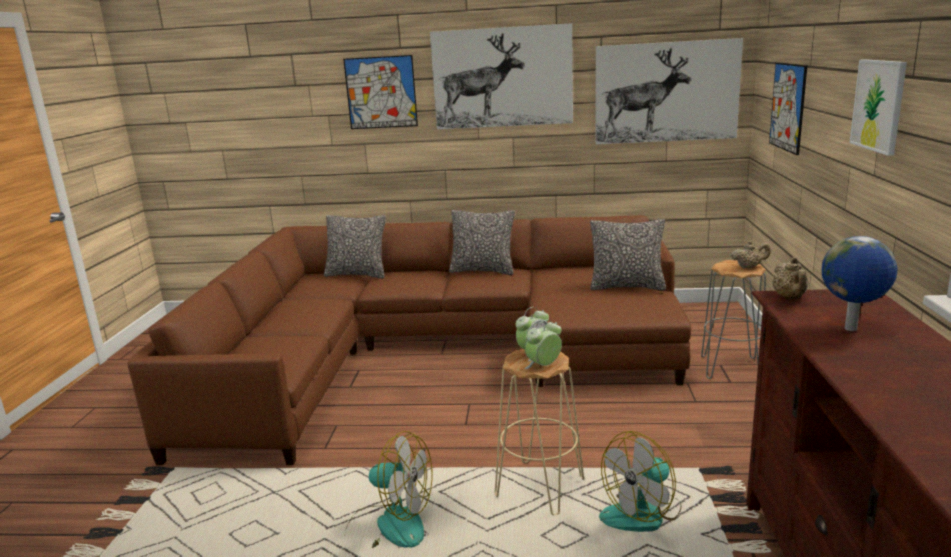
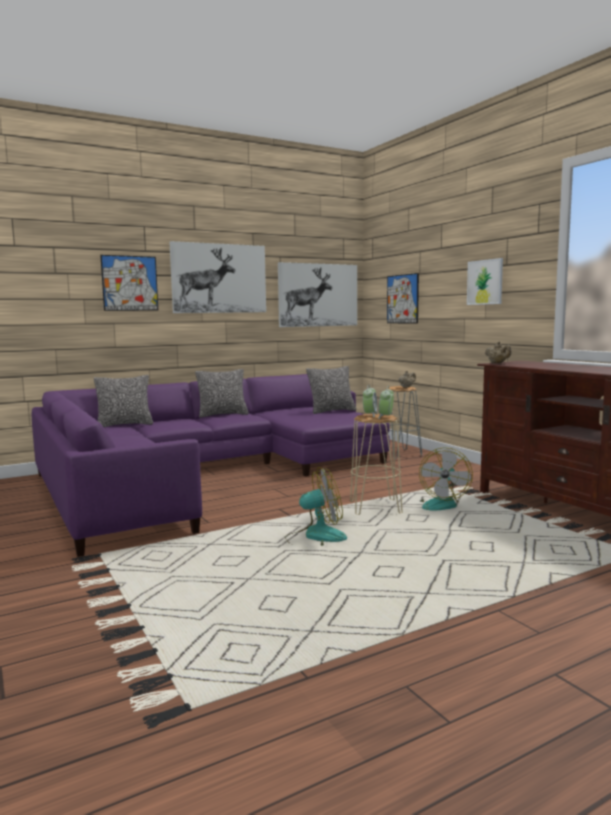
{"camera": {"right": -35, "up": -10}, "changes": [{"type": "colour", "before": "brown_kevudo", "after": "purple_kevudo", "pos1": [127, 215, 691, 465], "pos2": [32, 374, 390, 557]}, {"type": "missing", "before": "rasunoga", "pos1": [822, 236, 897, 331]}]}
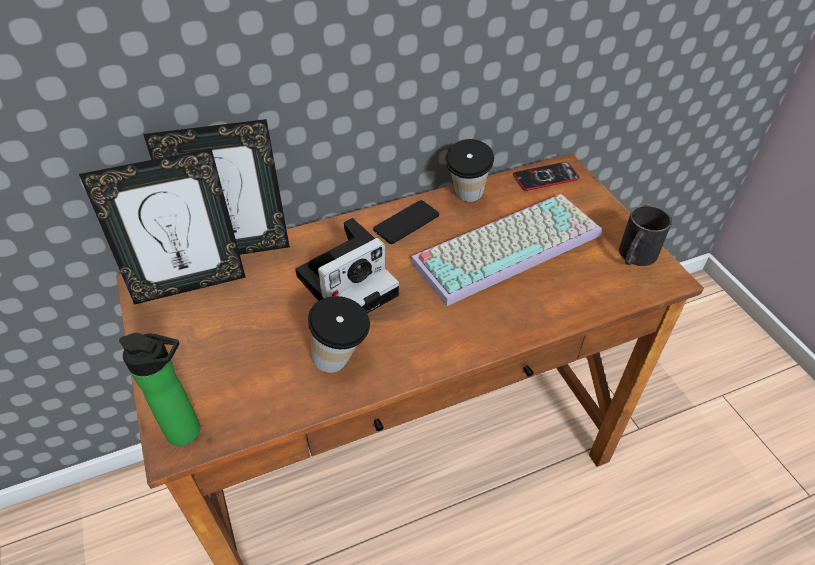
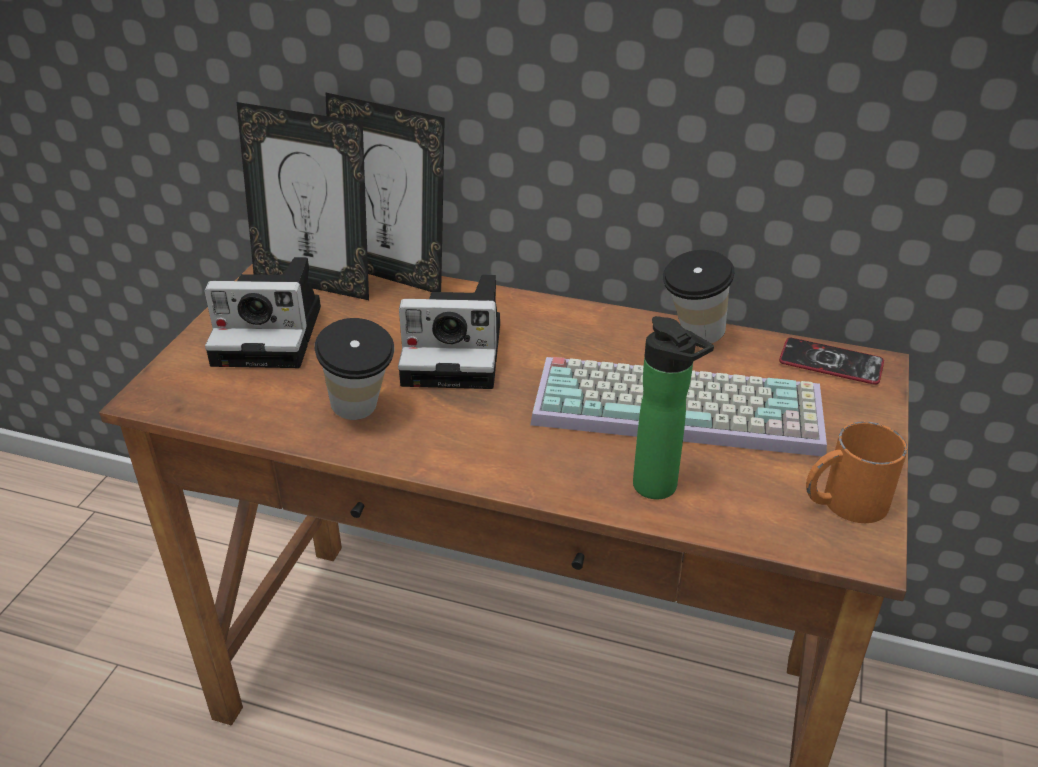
{"camera": {"right": 40, "up": -10}, "changes": [{"type": "missing", "before": "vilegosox", "pos1": [373, 200, 439, 244]}, {"type": "colour", "before": "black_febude", "after": "orange_febude", "pos1": [619, 205, 672, 266], "pos2": [806, 421, 907, 523]}, {"type": "relocated", "before": "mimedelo", "pos1": [119, 333, 200, 446], "pos2": [633, 316, 714, 499]}, {"type": "appeared", "after": "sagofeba", "pos2": [204, 257, 321, 368]}]}
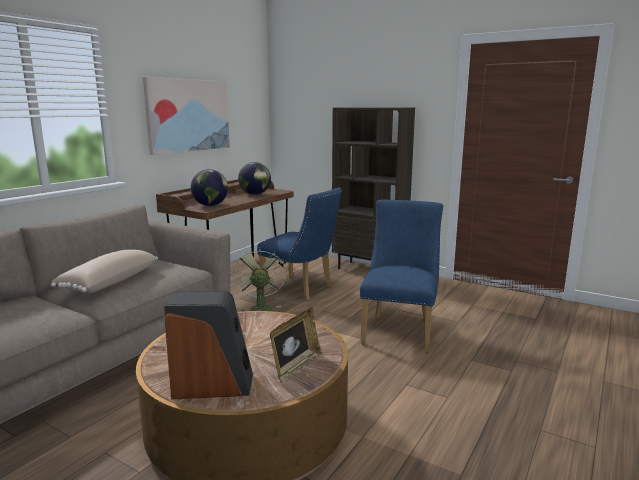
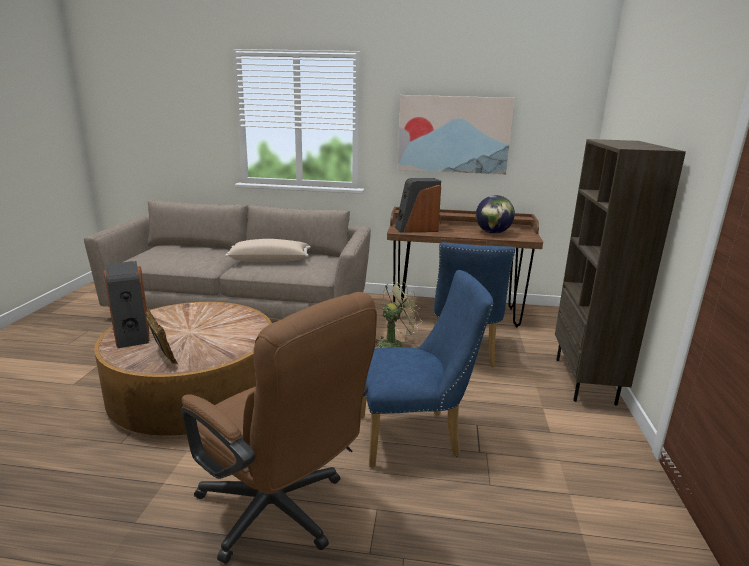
{"camera": {"right": 65, "up": 5}, "changes": [{"type": "exchanged", "before": "rasunoga", "after": "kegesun", "pos1": [191, 169, 228, 206], "pos2": [395, 178, 441, 233]}, {"type": "spun", "before": "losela", "pos1": [270, 307, 322, 383], "pos2": [146, 309, 178, 364], "turn": -135}, {"type": "appeared", "after": "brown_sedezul", "pos2": [181, 292, 377, 564]}]}
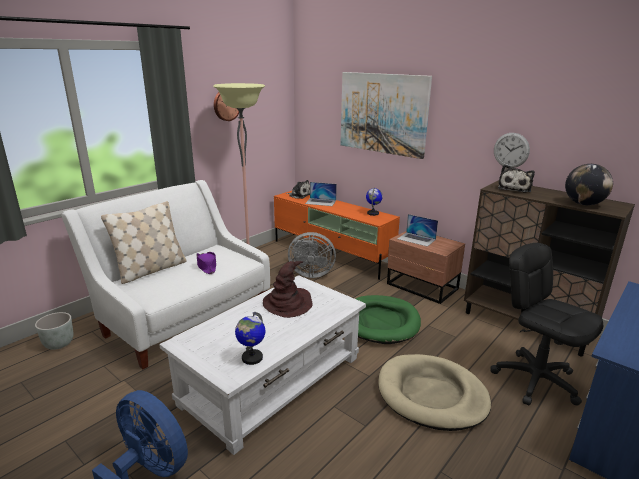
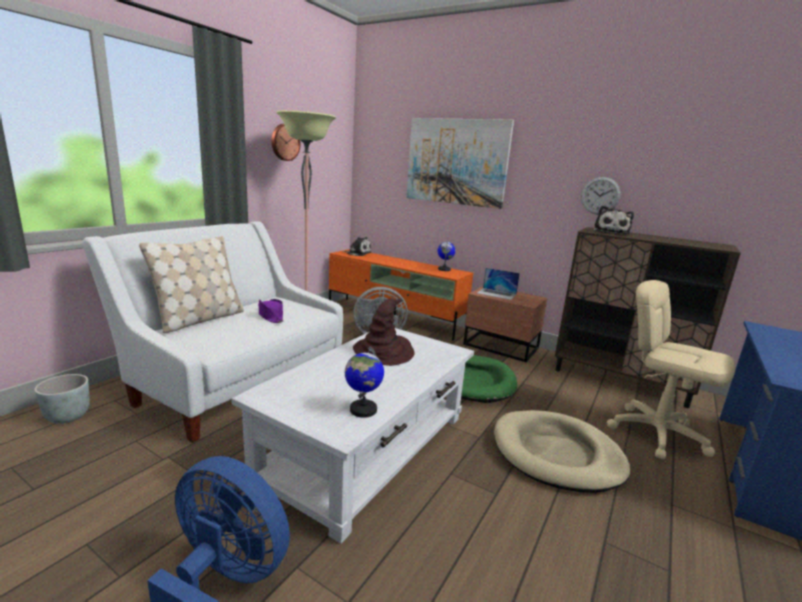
{"camera": {"right": -10, "up": -5}, "changes": [{"type": "missing", "before": "rasunoga", "pos1": [565, 164, 613, 205]}, {"type": "missing", "before": "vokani", "pos1": [305, 182, 337, 206]}, {"type": "colour", "before": "black_sedezul", "after": "beige_sedezul", "pos1": [490, 243, 603, 405], "pos2": [607, 280, 735, 460]}]}
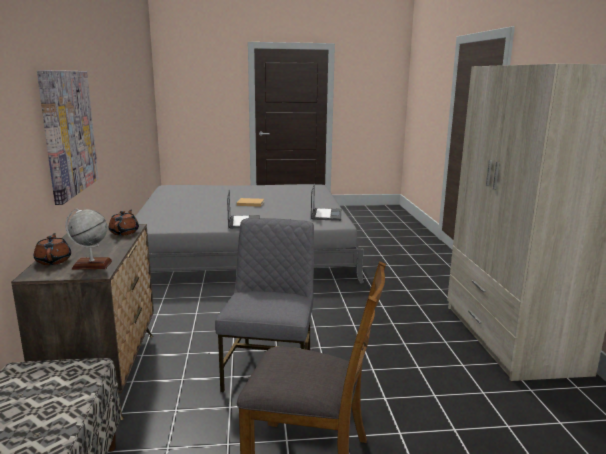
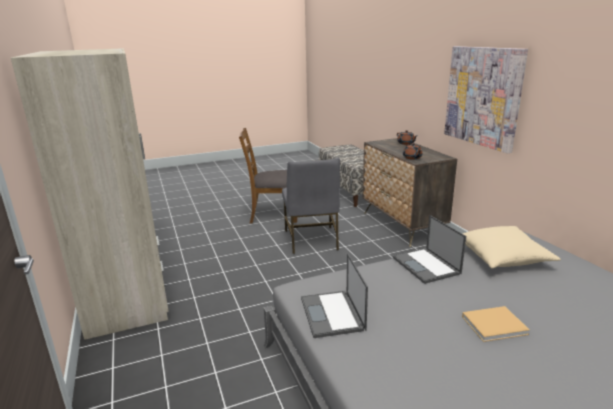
{"camera": {"right": 165, "up": 5}, "changes": [{"type": "missing", "before": "rasunoga", "pos1": [65, 208, 112, 269]}, {"type": "appeared", "after": "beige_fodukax", "pos2": [462, 226, 561, 268]}]}
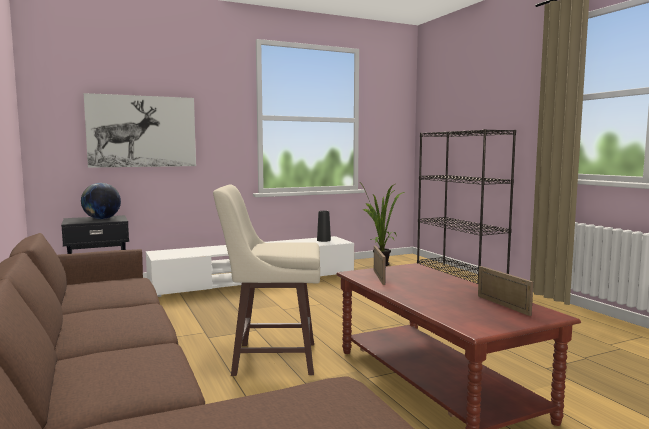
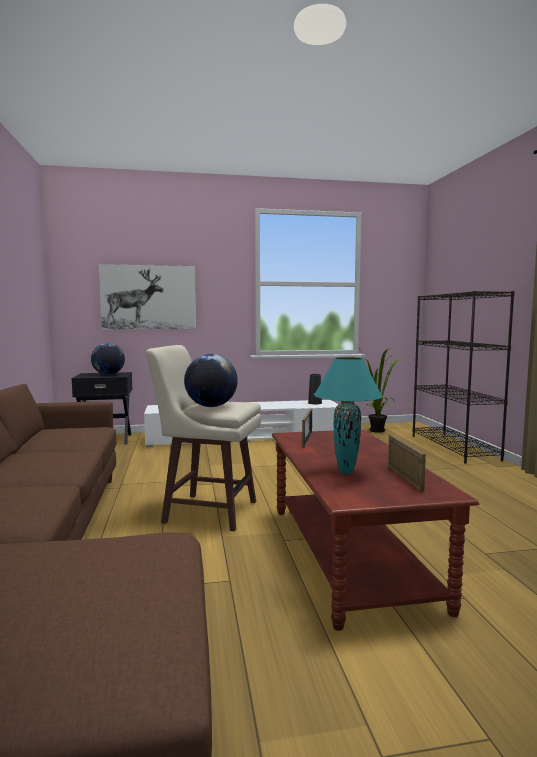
{"camera": {"right": 15, "up": 0}, "changes": [{"type": "appeared", "after": "rasunoga", "pos2": [184, 354, 238, 407]}, {"type": "appeared", "after": "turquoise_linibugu", "pos2": [314, 357, 382, 474]}]}
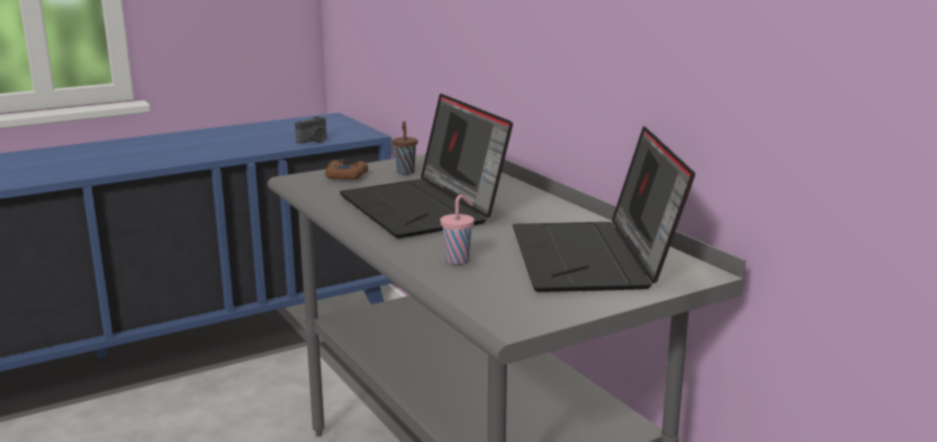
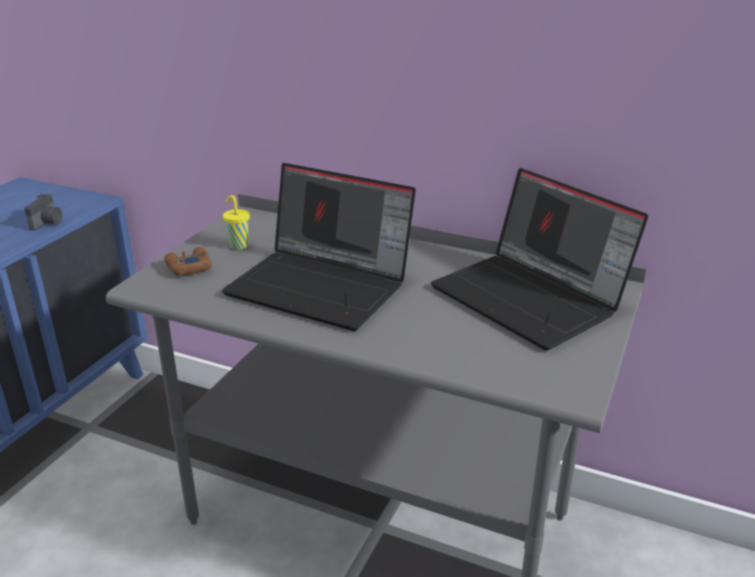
{"camera": {"right": -35, "up": 10}, "changes": [{"type": "colour", "before": "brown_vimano", "after": "yellow_vimano", "pos1": [392, 121, 418, 175], "pos2": [223, 195, 250, 250]}, {"type": "missing", "before": "pink_vimano", "pos1": [440, 194, 474, 265]}]}
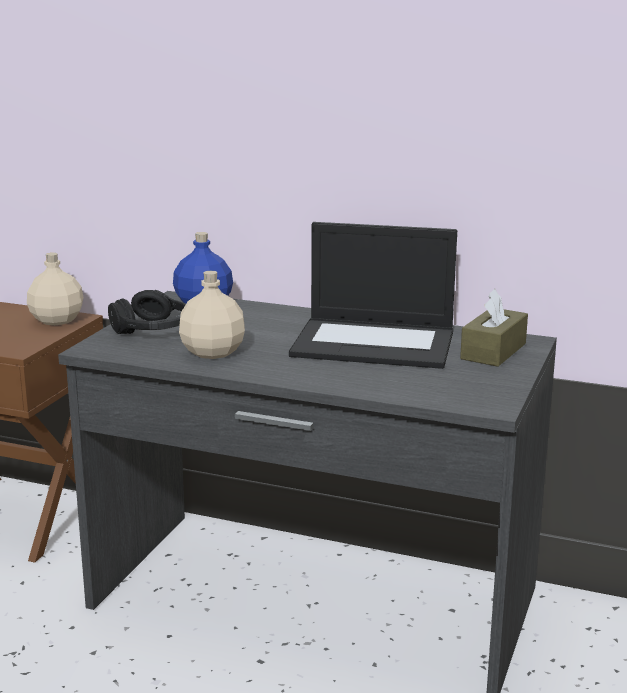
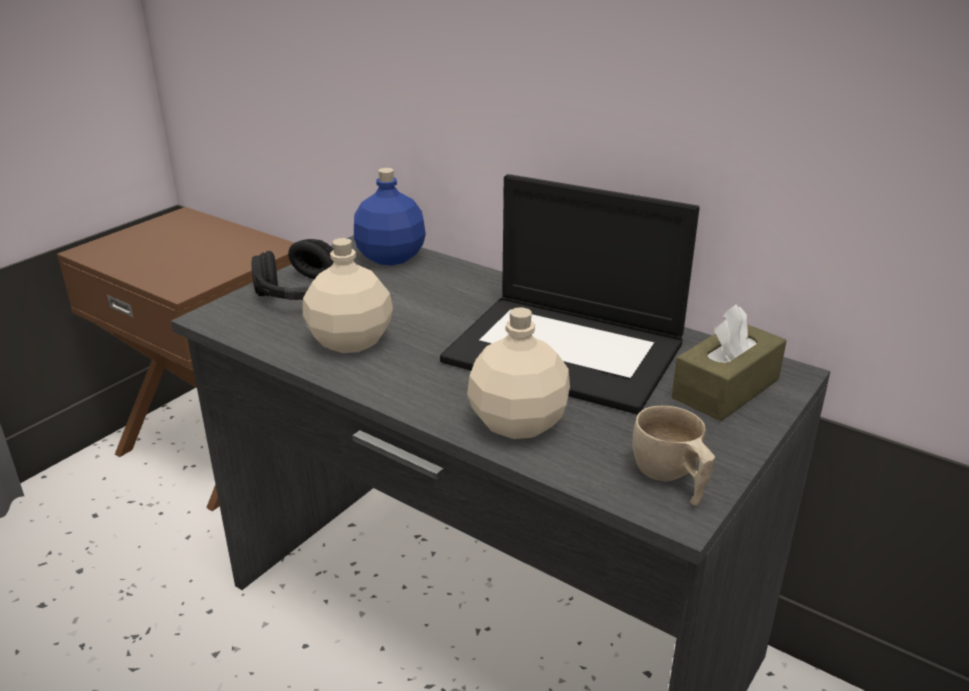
{"camera": {"right": 15, "up": 10}, "changes": [{"type": "relocated", "before": "beige_mimedelo", "pos1": [27, 253, 84, 325], "pos2": [467, 307, 570, 439]}, {"type": "appeared", "after": "beige_vimano", "pos2": [632, 406, 715, 506]}]}
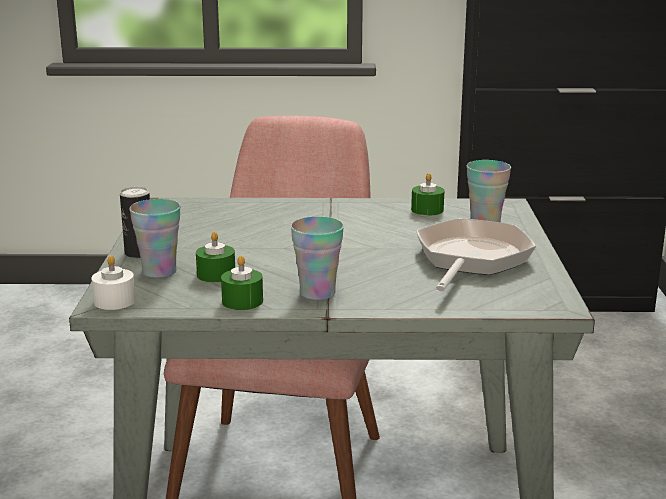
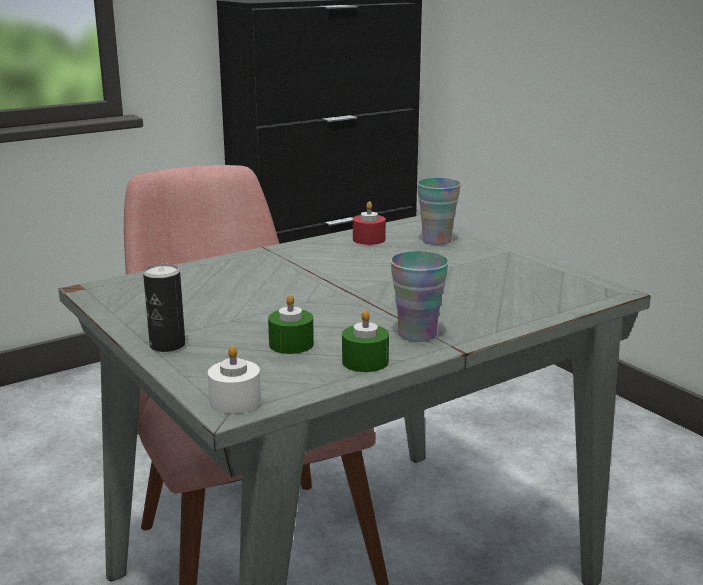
{"camera": {"right": -35, "up": 0}, "changes": [{"type": "colour", "before": "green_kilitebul", "after": "red_kilitebul", "pos1": [411, 173, 444, 216], "pos2": [353, 201, 386, 245]}, {"type": "missing", "before": "vimano", "pos1": [129, 199, 180, 278]}, {"type": "missing", "before": "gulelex", "pos1": [416, 218, 536, 291]}]}
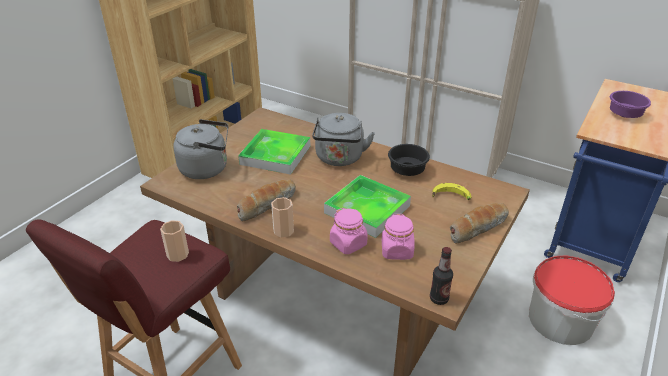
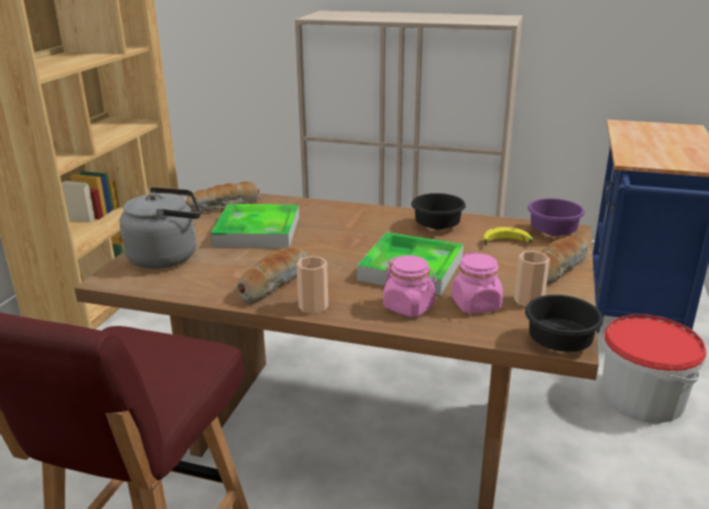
{"camera": {"right": -15, "up": -10}, "changes": [{"type": "relocated", "before": "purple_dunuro", "pos1": [610, 91, 651, 118], "pos2": [528, 198, 585, 236]}, {"type": "missing", "before": "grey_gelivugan", "pos1": [312, 113, 375, 166]}, {"type": "relocated", "before": "vimano", "pos1": [160, 220, 189, 262], "pos2": [514, 251, 550, 307]}, {"type": "exchanged", "before": "mimedelo", "after": "black_dunuro", "pos1": [430, 247, 453, 305], "pos2": [525, 295, 603, 352]}, {"type": "appeared", "after": "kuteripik", "pos2": [186, 182, 260, 212]}]}
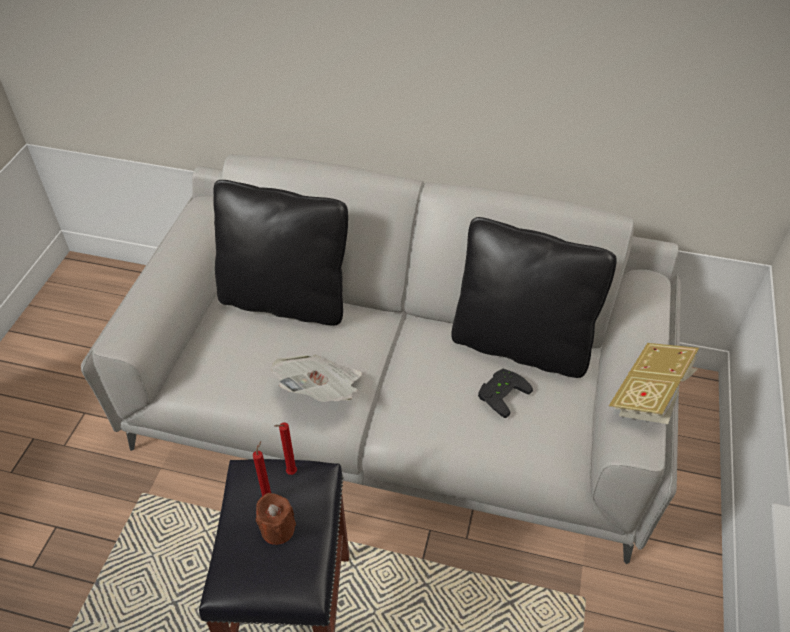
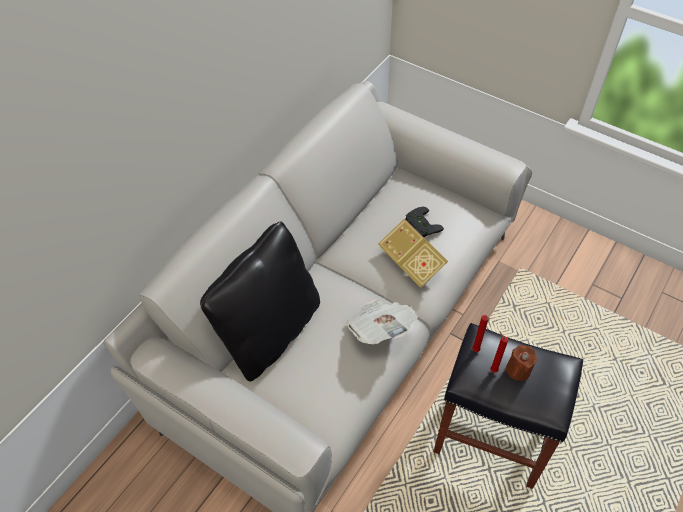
{"camera": {"right": -70, "up": 5}, "changes": [{"type": "missing", "before": "black_fodukax", "pos1": [451, 217, 617, 378]}, {"type": "relocated", "before": "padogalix", "pos1": [609, 343, 699, 424], "pos2": [378, 219, 448, 288]}]}
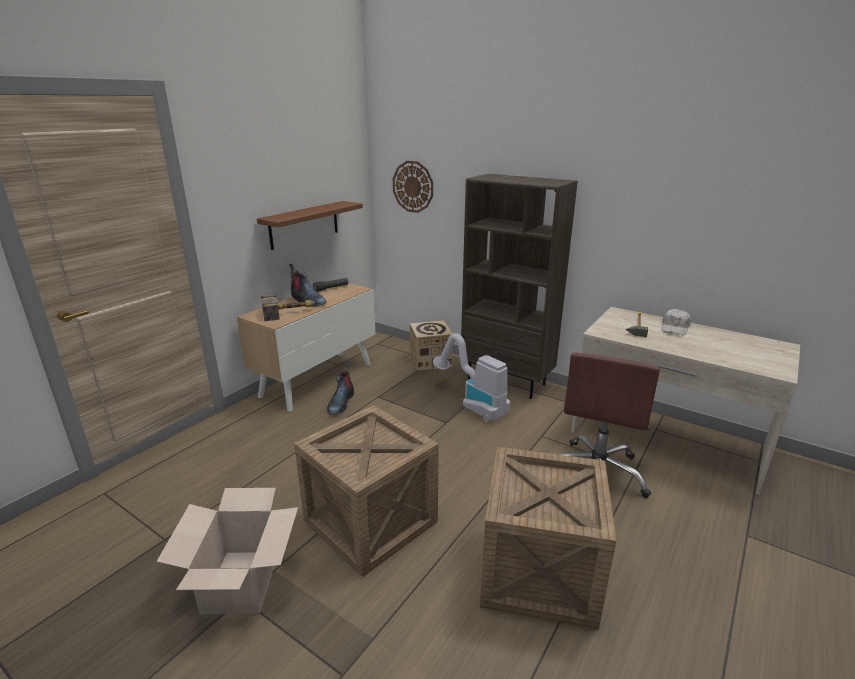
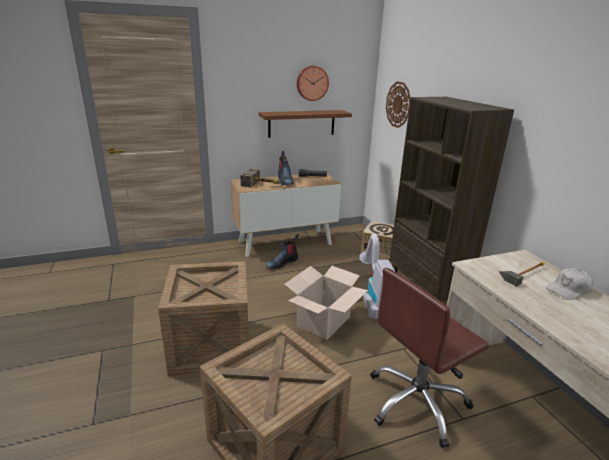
{"camera": {"right": 35, "up": 0}, "changes": [{"type": "relocated", "before": "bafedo", "pos1": [156, 488, 298, 614], "pos2": [284, 266, 368, 340]}, {"type": "appeared", "after": "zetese", "pos2": [297, 66, 329, 101]}]}
